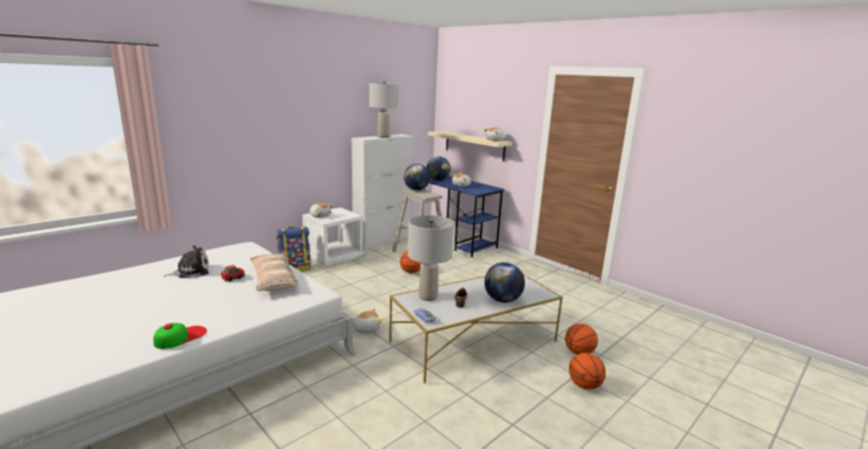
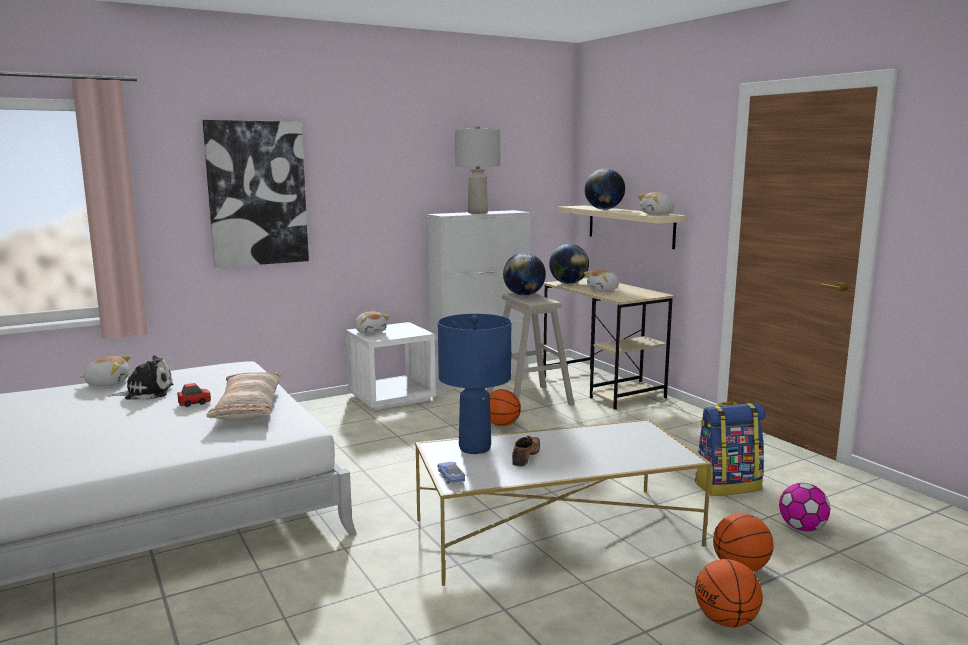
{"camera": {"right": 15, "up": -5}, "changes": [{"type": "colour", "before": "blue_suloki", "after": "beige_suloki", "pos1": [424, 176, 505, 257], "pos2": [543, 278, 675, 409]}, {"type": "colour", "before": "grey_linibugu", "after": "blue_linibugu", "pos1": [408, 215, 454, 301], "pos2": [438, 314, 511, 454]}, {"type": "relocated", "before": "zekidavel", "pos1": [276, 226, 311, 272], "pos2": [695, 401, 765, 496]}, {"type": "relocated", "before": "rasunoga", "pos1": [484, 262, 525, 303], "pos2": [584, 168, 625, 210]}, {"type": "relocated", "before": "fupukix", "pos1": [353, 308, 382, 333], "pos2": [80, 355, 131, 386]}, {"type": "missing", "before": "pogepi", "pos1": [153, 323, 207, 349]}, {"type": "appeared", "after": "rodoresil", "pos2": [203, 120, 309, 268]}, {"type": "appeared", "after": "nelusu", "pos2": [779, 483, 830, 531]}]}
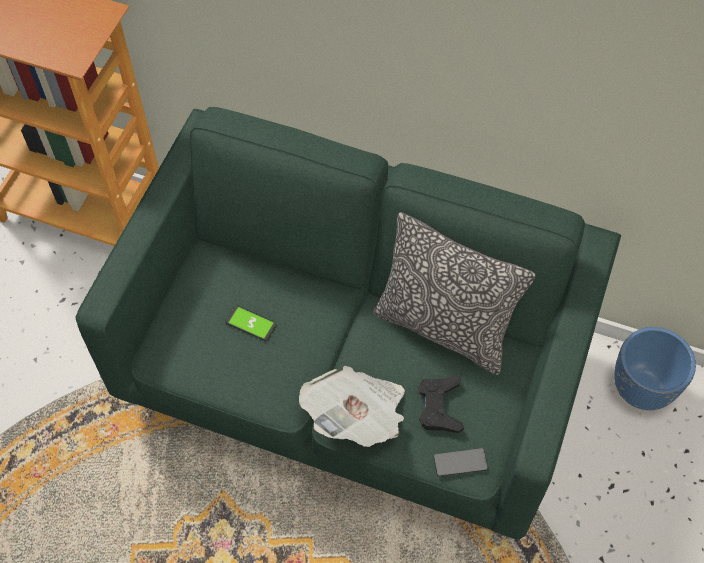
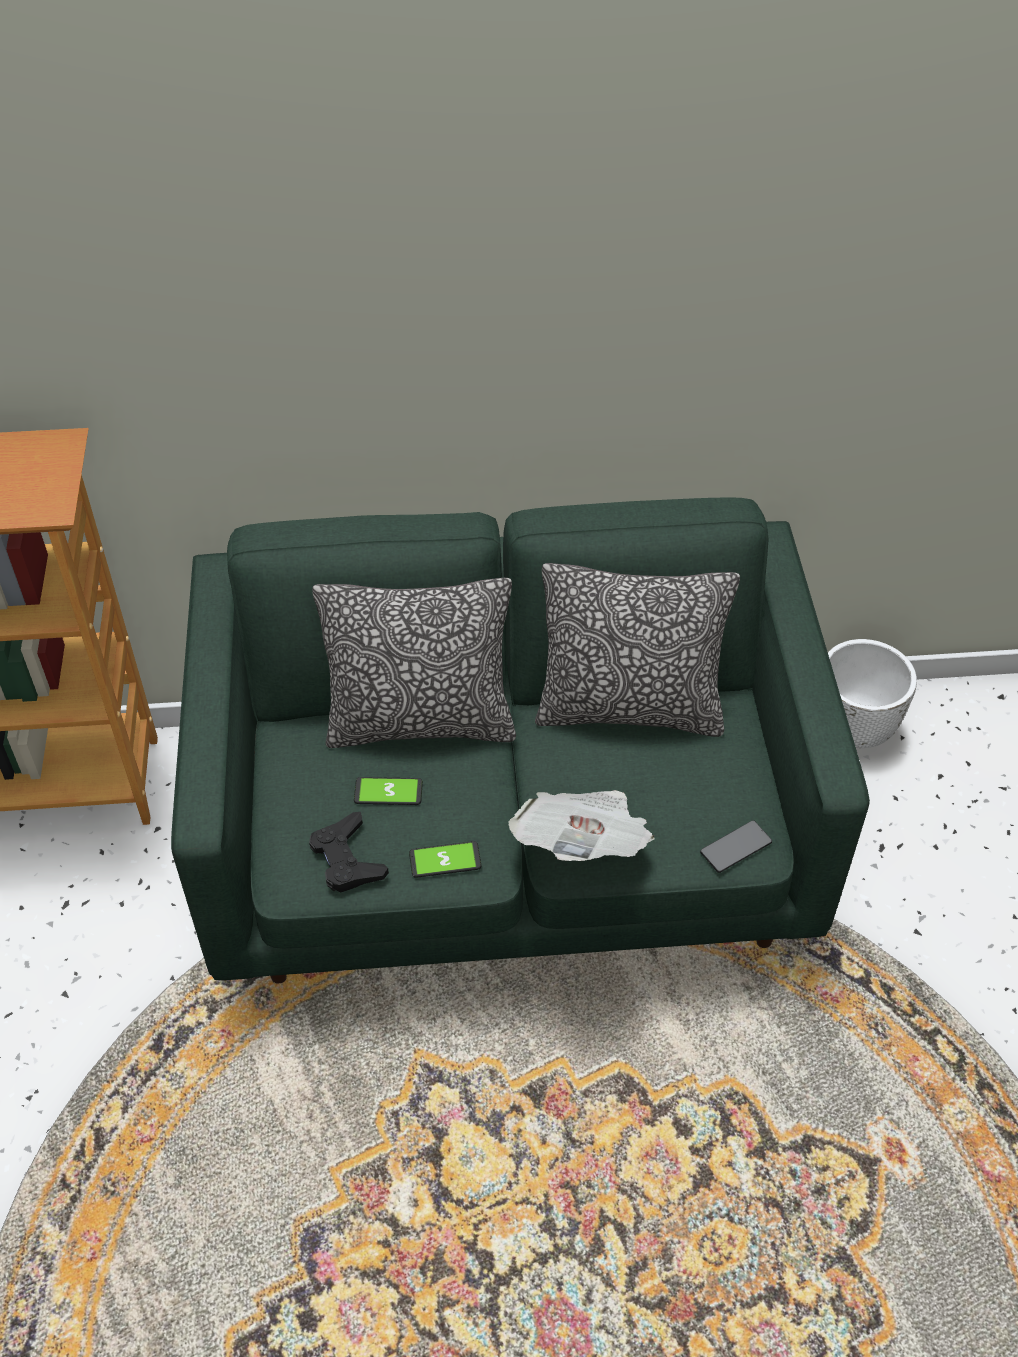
{"camera": {"right": -25, "up": -10}, "changes": [{"type": "colour", "before": "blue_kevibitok", "after": "white_kevibitok", "pos1": [614, 327, 696, 410], "pos2": [828, 639, 917, 748]}, {"type": "relocated", "before": "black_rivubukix", "pos1": [418, 375, 464, 433], "pos2": [309, 812, 389, 893]}, {"type": "appeared", "after": "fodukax", "pos2": [312, 578, 516, 748]}, {"type": "appeared", "after": "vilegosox", "pos2": [409, 841, 481, 878]}]}
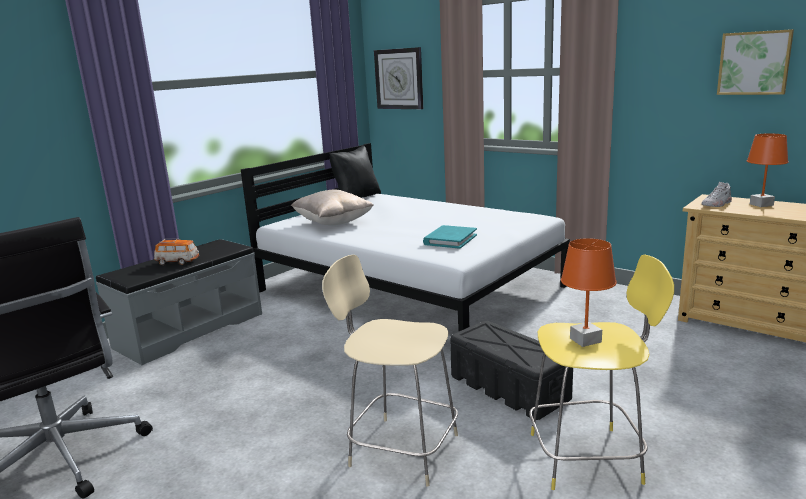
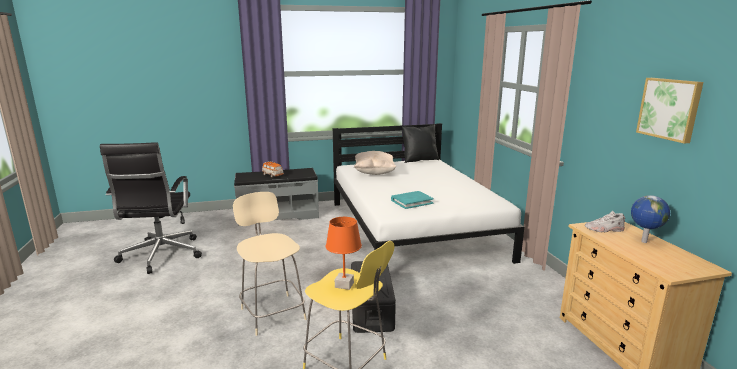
{"camera": {"right": 35, "up": 0}, "changes": [{"type": "missing", "before": "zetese", "pos1": [374, 47, 423, 109]}, {"type": "exchanged", "before": "orange_linibugu", "after": "rasunoga", "pos1": [747, 134, 789, 207], "pos2": [631, 195, 670, 243]}]}
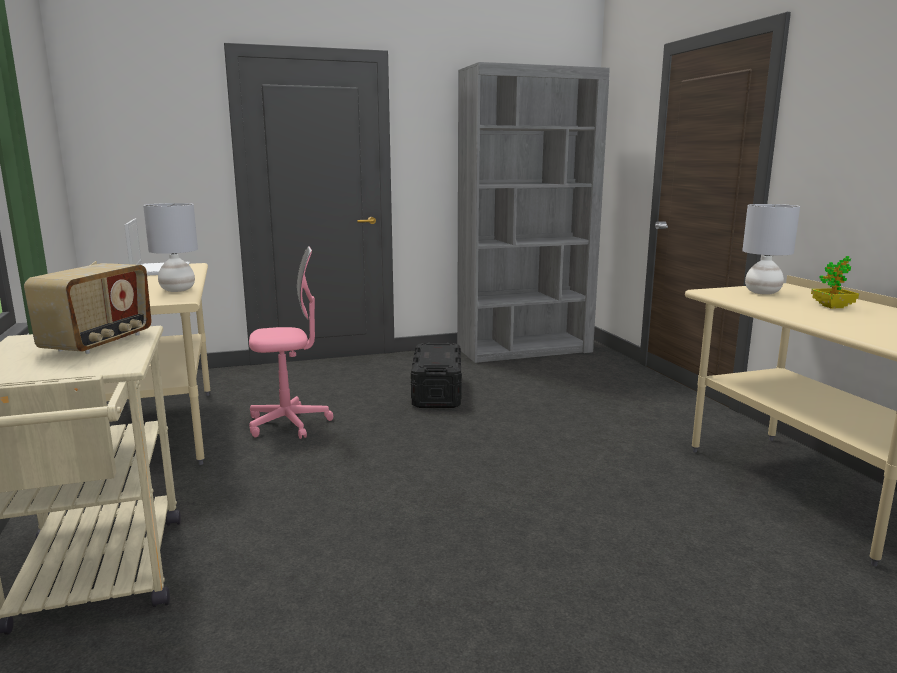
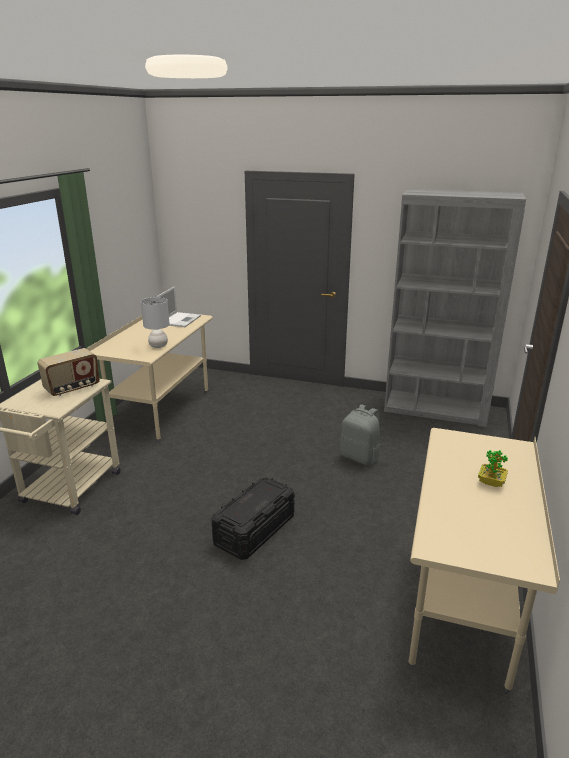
{"camera": {"right": 35, "up": 10}, "changes": [{"type": "missing", "before": "grey_linibugu", "pos1": [742, 204, 800, 295]}, {"type": "missing", "before": "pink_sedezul", "pos1": [249, 246, 333, 439]}, {"type": "relocated", "before": "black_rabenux", "pos1": [411, 342, 462, 408], "pos2": [211, 477, 294, 560]}, {"type": "appeared", "after": "grey_zekidavel", "pos2": [340, 404, 380, 466]}]}
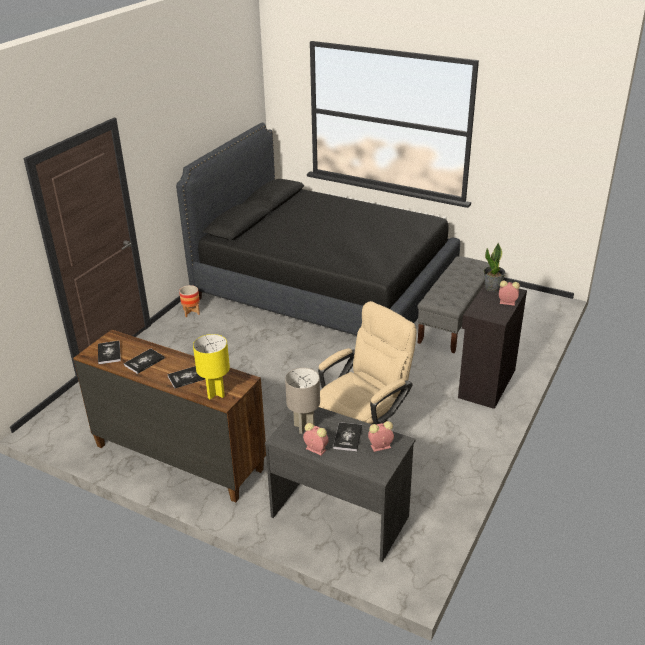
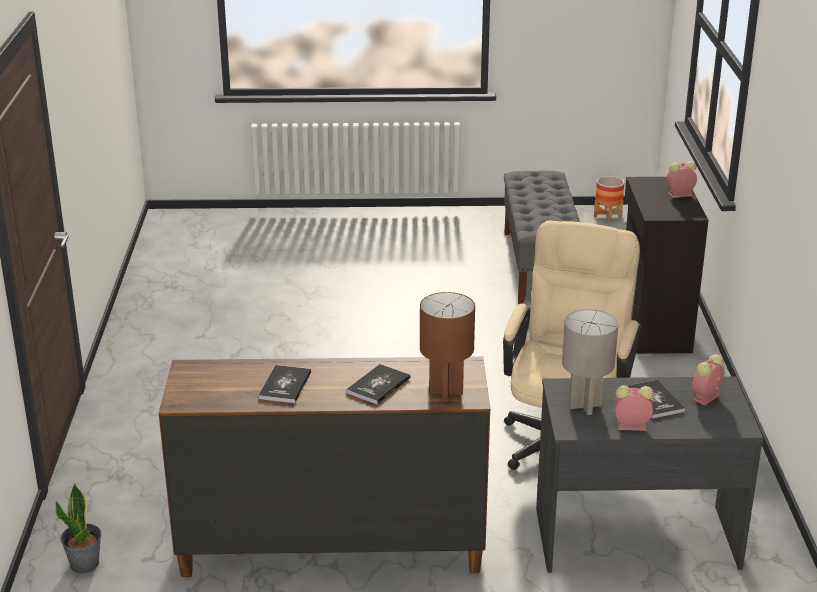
{"camera": {"right": -30, "up": -5}, "changes": [{"type": "missing", "before": "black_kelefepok", "pos1": [176, 123, 460, 336]}, {"type": "relocated", "before": "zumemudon", "pos1": [484, 242, 505, 292], "pos2": [55, 483, 101, 573]}, {"type": "relocated", "before": "kevibitok", "pos1": [179, 285, 200, 317], "pos2": [594, 176, 624, 222]}, {"type": "colour", "before": "yellow_linibugu", "after": "brown_linibugu", "pos1": [193, 334, 230, 400], "pos2": [420, 292, 475, 402]}, {"type": "missing", "before": "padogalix", "pos1": [98, 341, 121, 364]}]}
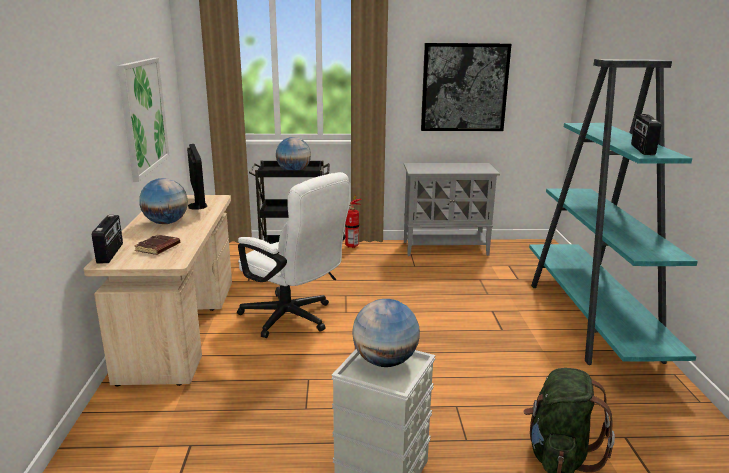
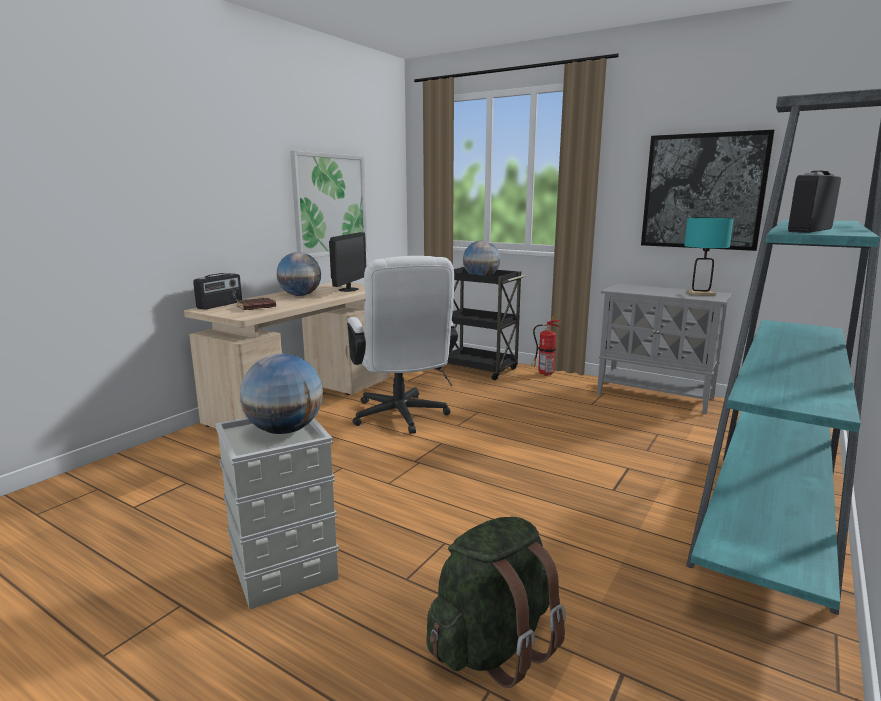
{"camera": {"right": 35, "up": -5}, "changes": [{"type": "appeared", "after": "turquoise_linibugu", "pos2": [684, 217, 734, 296]}]}
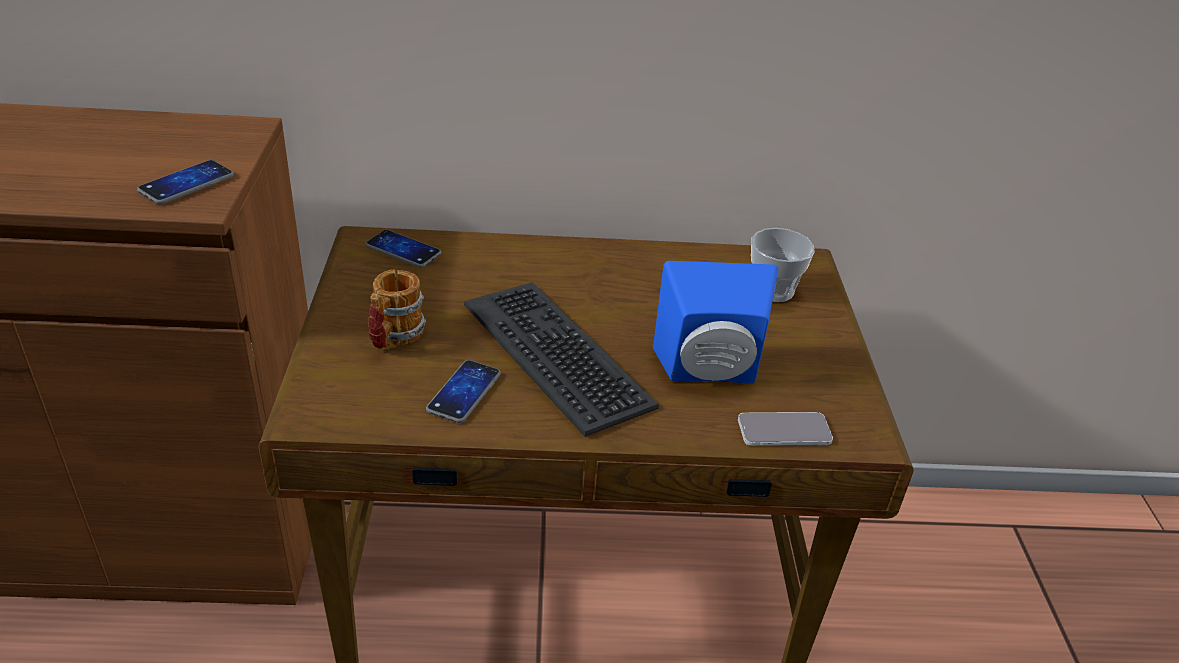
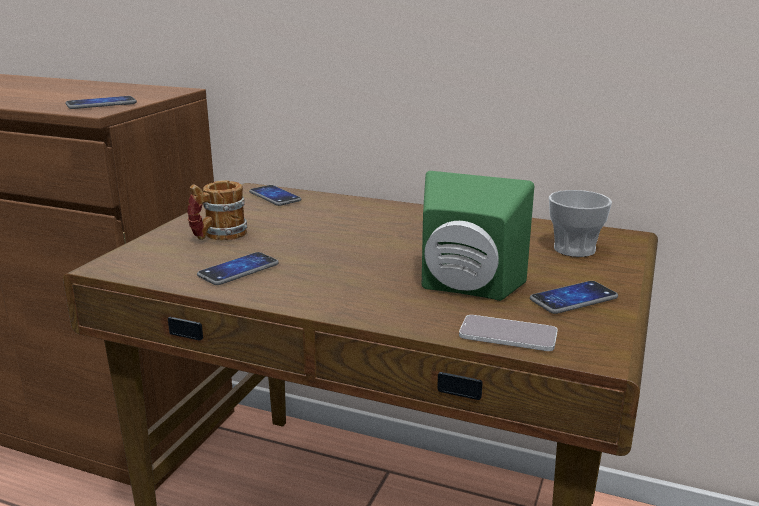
{"camera": {"right": 25, "up": -15}, "changes": [{"type": "colour", "before": "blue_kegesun", "after": "green_kegesun", "pos1": [653, 261, 778, 384], "pos2": [422, 171, 534, 301]}, {"type": "missing", "before": "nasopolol", "pos1": [464, 282, 659, 437]}, {"type": "appeared", "after": "vilegosox", "pos2": [530, 281, 618, 314]}]}
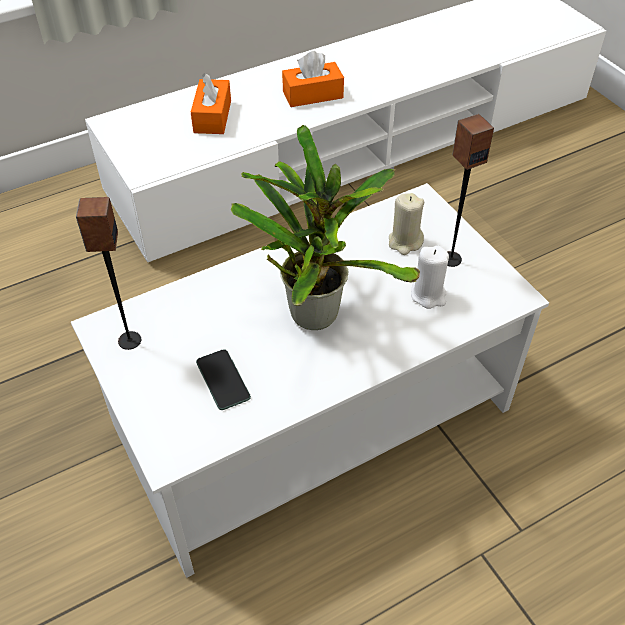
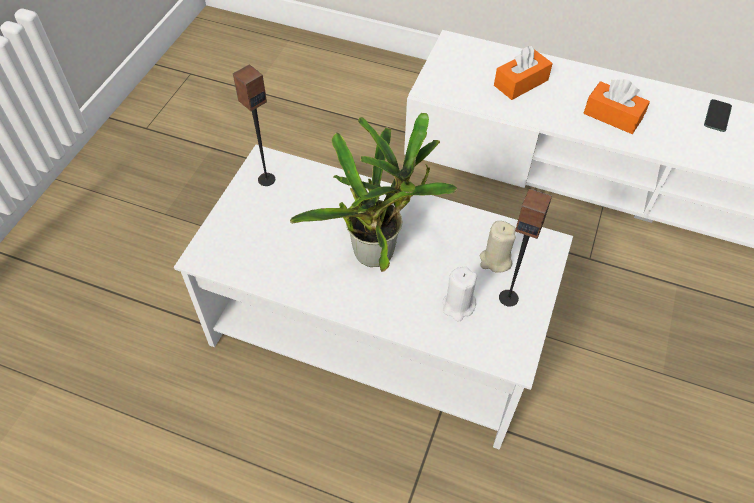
{"camera": {"right": 50, "up": 5}, "changes": [{"type": "relocated", "before": "vilegosox", "pos1": [196, 349, 251, 410], "pos2": [704, 99, 732, 132]}]}
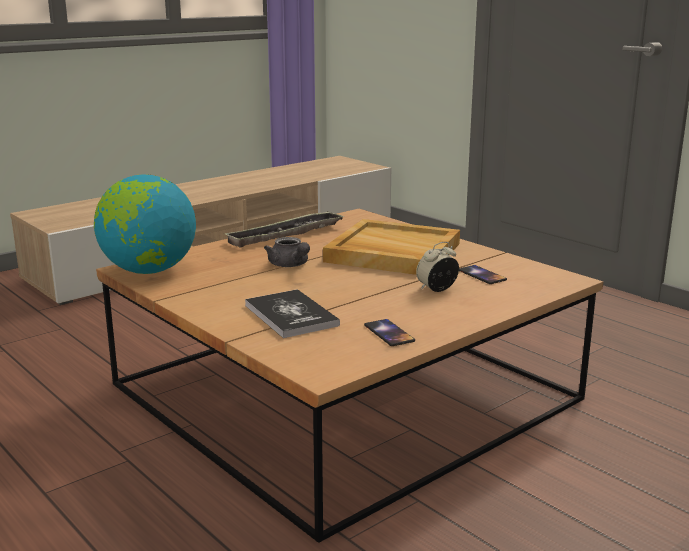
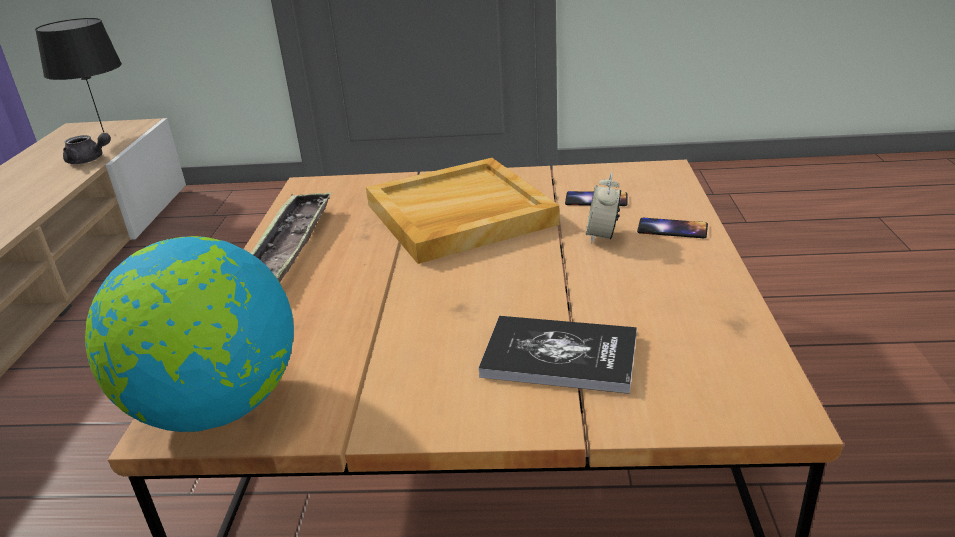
{"camera": {"right": -45, "up": 10}, "changes": [{"type": "relocated", "before": "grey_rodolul", "pos1": [264, 237, 310, 267], "pos2": [63, 133, 111, 164]}, {"type": "relocated", "before": "vilegosox", "pos1": [364, 319, 415, 346], "pos2": [637, 218, 708, 238]}, {"type": "appeared", "after": "black_linibugu", "pos2": [35, 18, 122, 132]}]}
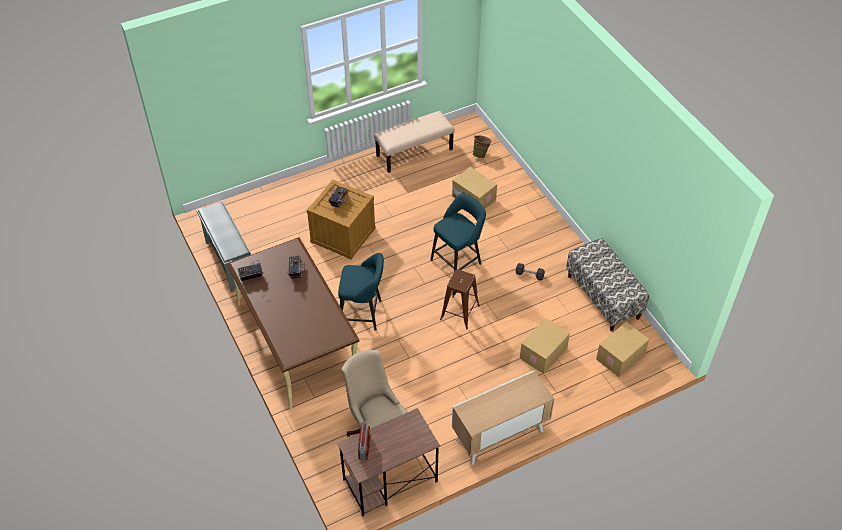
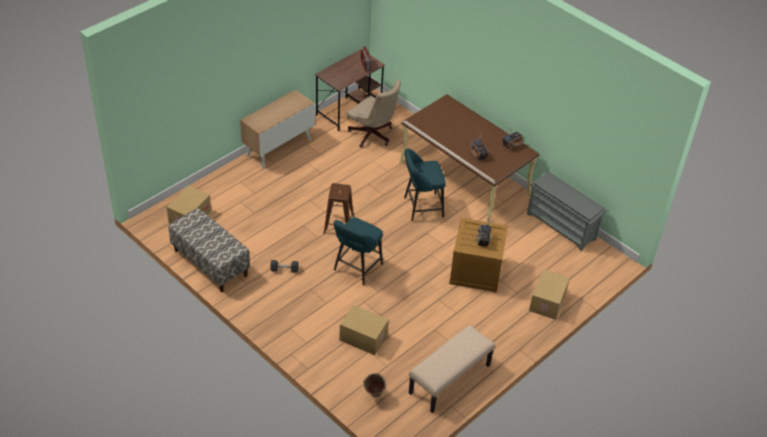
{"camera": {"right": 160, "up": -5}, "changes": [{"type": "relocated", "before": "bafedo", "pos1": [520, 318, 570, 374], "pos2": [529, 269, 570, 320]}]}
